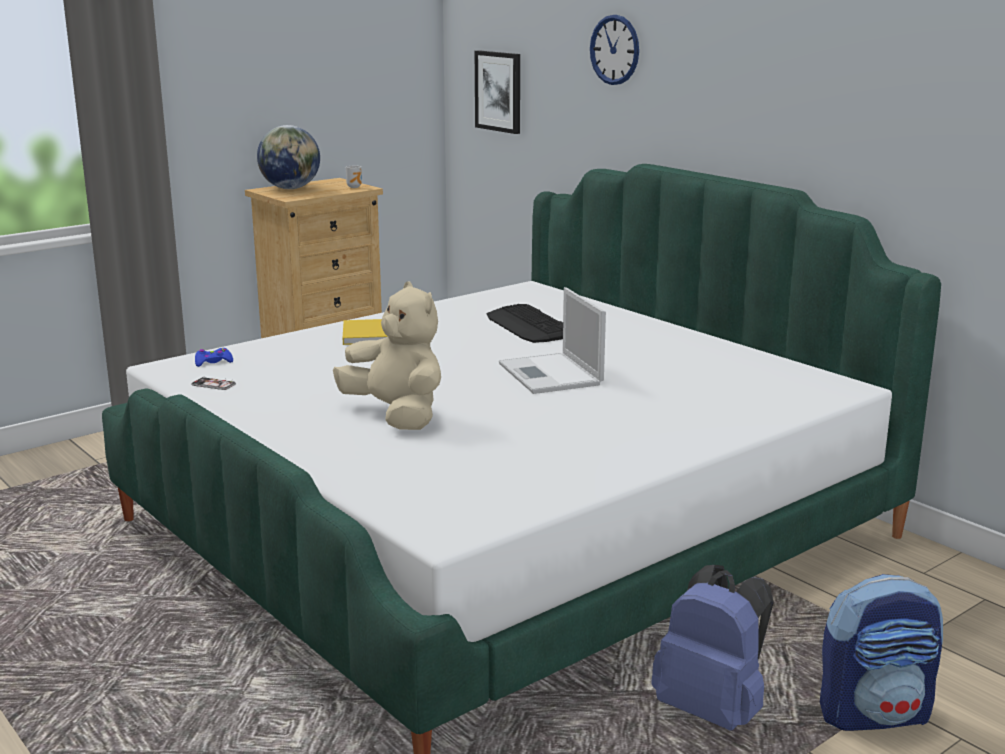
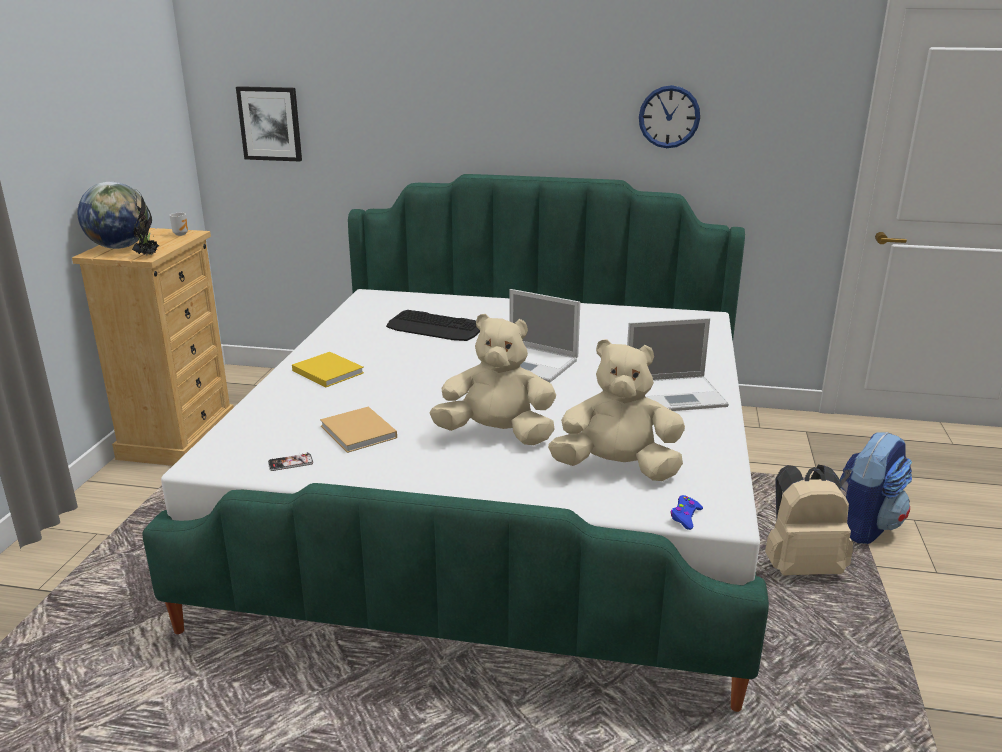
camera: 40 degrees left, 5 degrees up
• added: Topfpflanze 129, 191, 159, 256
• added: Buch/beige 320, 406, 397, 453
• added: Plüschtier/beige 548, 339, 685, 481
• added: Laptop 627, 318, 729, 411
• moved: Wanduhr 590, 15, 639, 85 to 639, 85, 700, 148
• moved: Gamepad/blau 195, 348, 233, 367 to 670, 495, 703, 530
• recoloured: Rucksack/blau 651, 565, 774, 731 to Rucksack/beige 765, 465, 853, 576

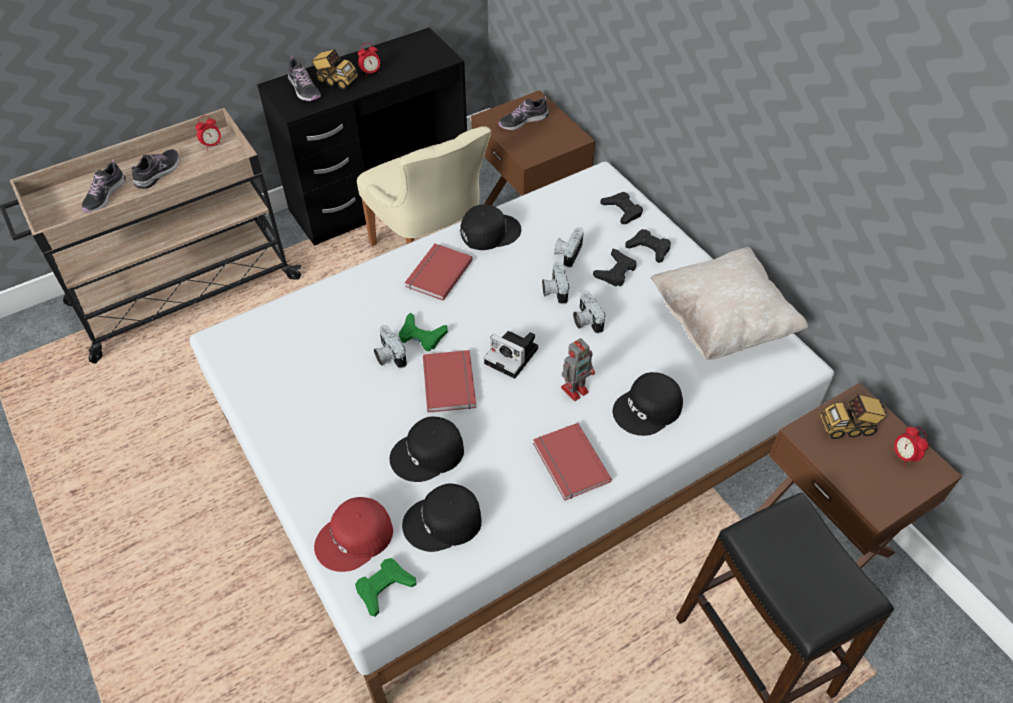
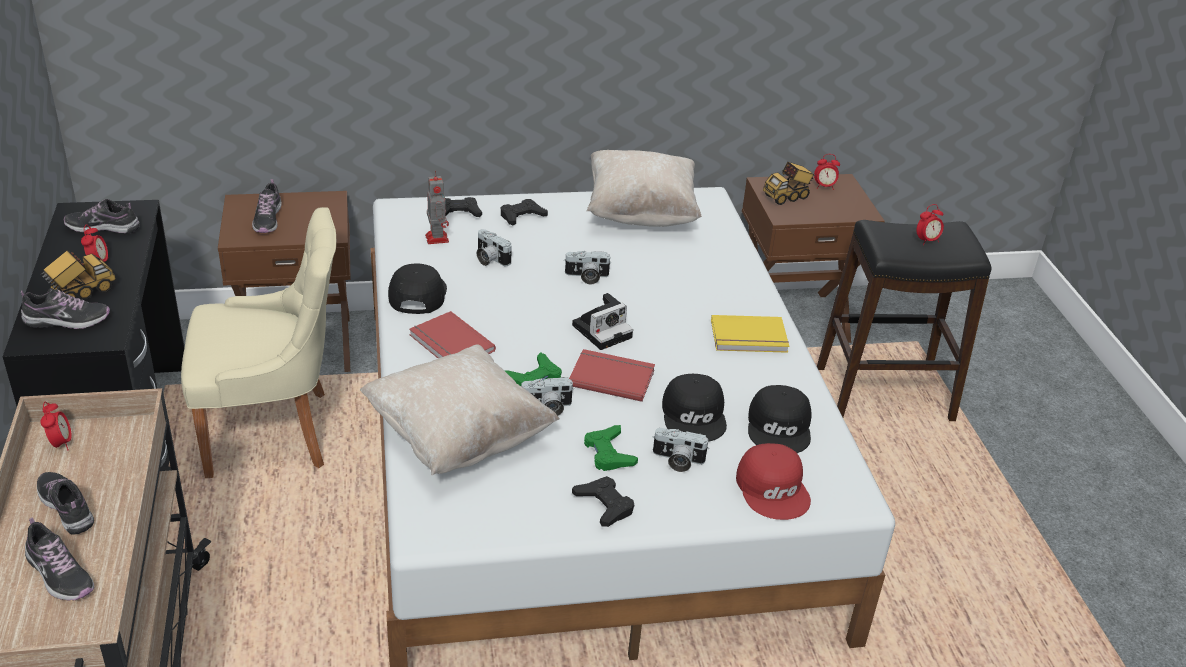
camera: 70 degrees left, 15 degrees down
• added: Schuh 64, 199, 140, 233
• added: Kissen/beige 360, 345, 559, 475
• moved: Spielzeugroboter 561, 338, 595, 401 to 425, 171, 449, 244
• moved: Gamepad/schwarz 593, 249, 637, 287 to 572, 476, 634, 527
• moved: Gamepad/grün 355, 558, 417, 617 to 584, 425, 638, 471
• moved: Kamera 542, 261, 569, 304 to 652, 428, 709, 472
• recoloured: Buch/rot 533, 423, 612, 501 to Buch/gelb 711, 315, 789, 353
• turned: Spielzeuglaster 820, 394, 889, 439 = 763, 162, 815, 205 45 degrees clockwise
• added: Wecker 916, 204, 944, 245
• removed: Kappe/schwarz 613, 372, 683, 436

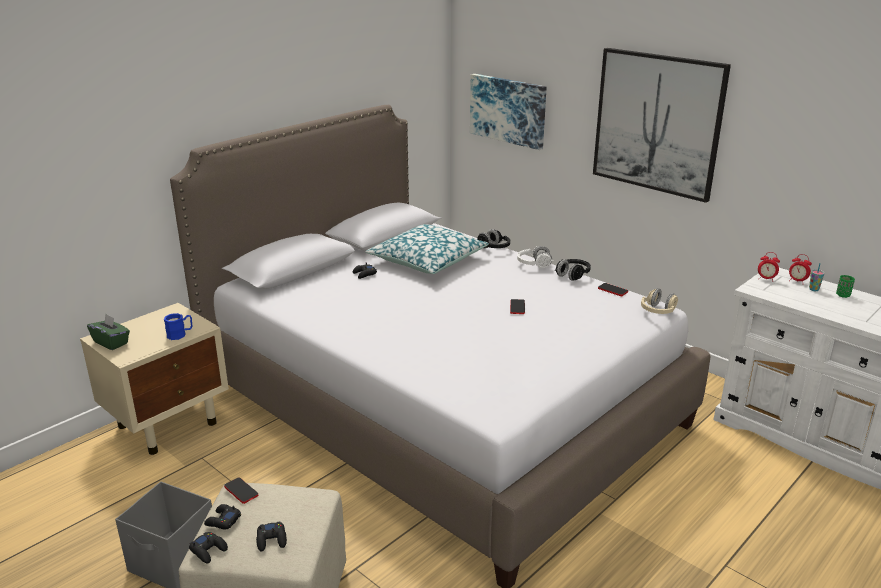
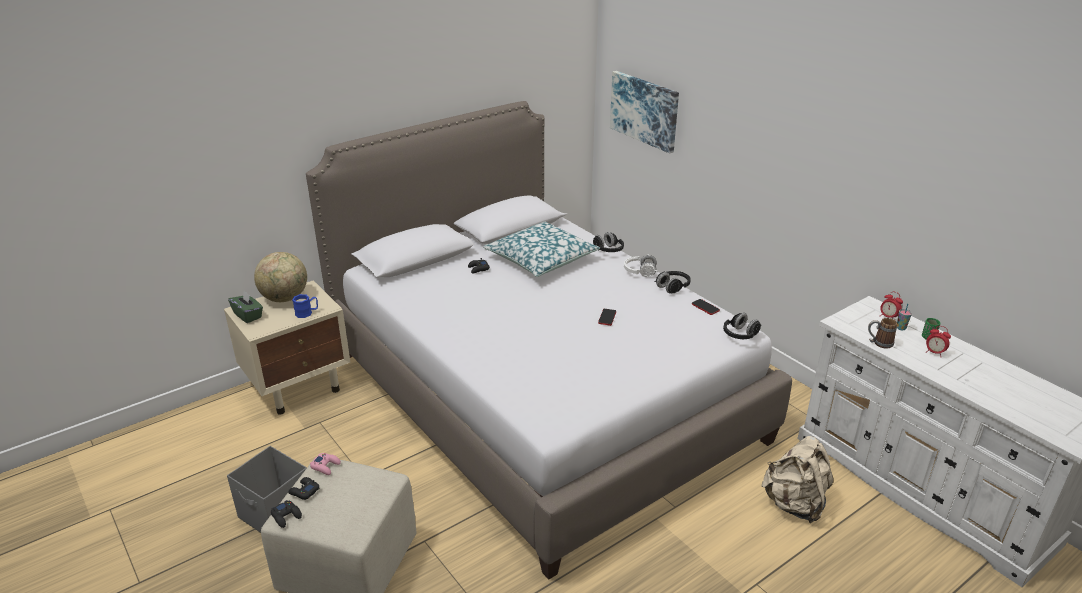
camera: 10 degrees right, 5 degrees up
• added: Globus 254, 252, 307, 302
• replaced: Handy 224, 477, 258, 504 to Gamepad/rosa 310, 453, 341, 475
• recoloured: Kopfhörer/beige 641, 289, 678, 314 to Kopfhörer/schwarz 723, 313, 762, 339
• added: Rucksack/beige 762, 436, 834, 523
• added: Henkelbecher 868, 318, 897, 349
• moved: Wecker 758, 252, 780, 281 to 926, 326, 951, 356
• removed: Gamepad/schwarz 256, 522, 287, 551
• removed: Bild 593, 48, 731, 203

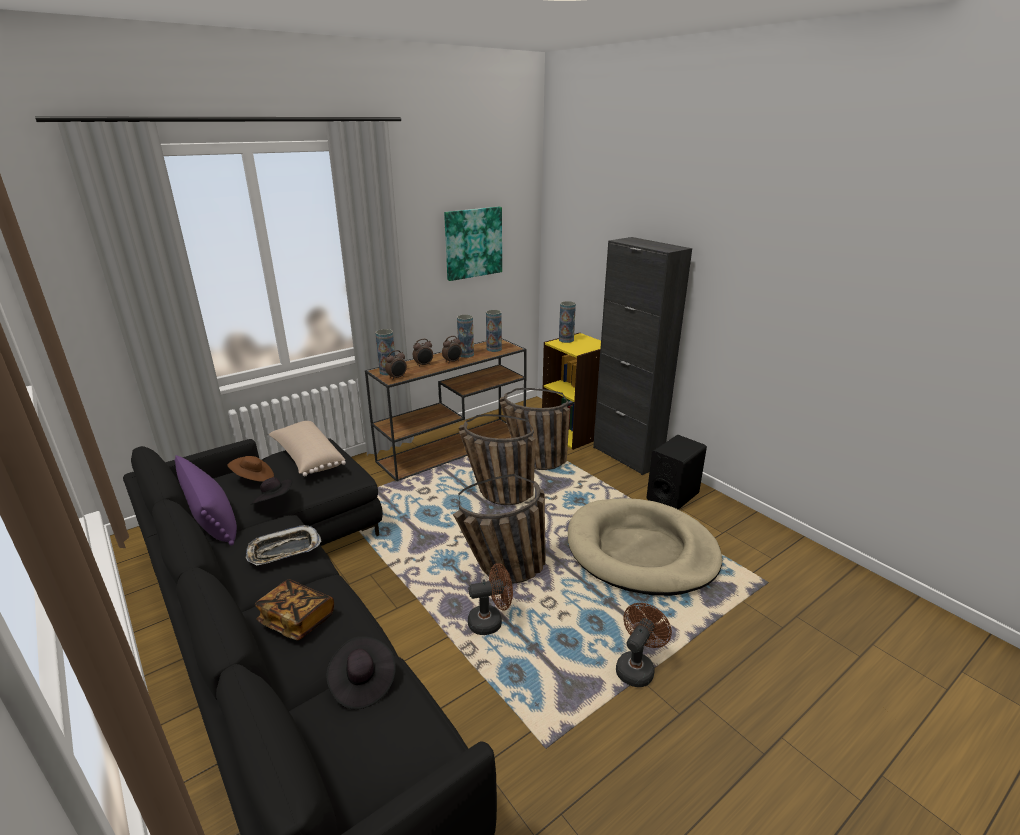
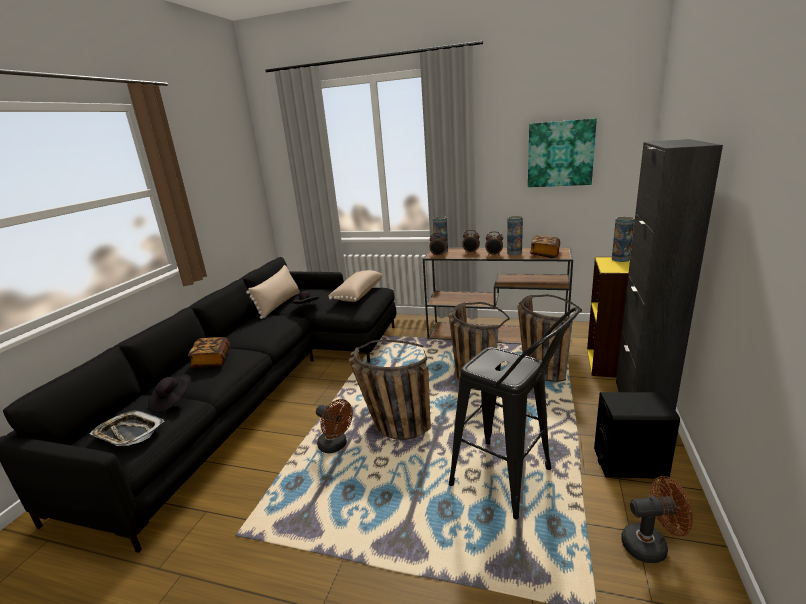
camera: 55 degrees right, 5 degrees down
• moved: Tablett 246, 525, 322, 565 to 90, 410, 165, 446
• recoloured: Kissen/lila 175, 455, 237, 546 to Kissen/beige 246, 265, 299, 319
• replaced: Hundebett/beige 568, 498, 722, 596 to Hocker/schwarz 449, 307, 579, 519
• replaced: Vase 486, 310, 502, 352 to Buch 530, 235, 560, 258
• moved: Ventilator/braun 616, 603, 672, 687 to 621, 476, 693, 563
• removed: Hut/braun 228, 456, 274, 482

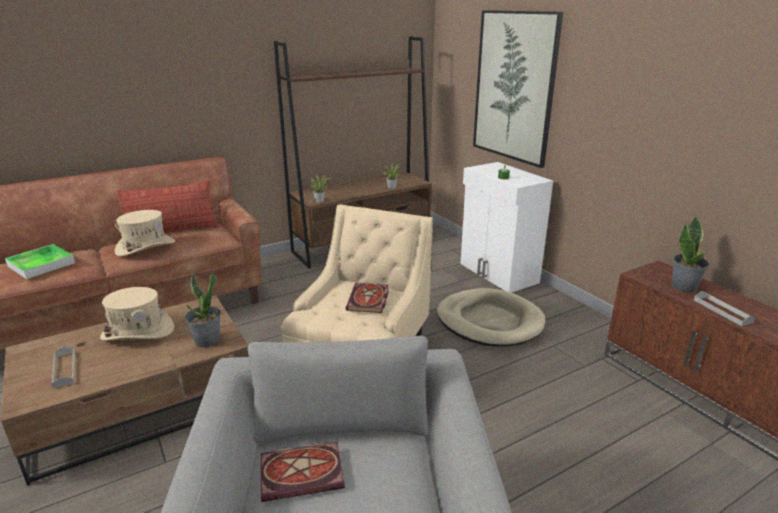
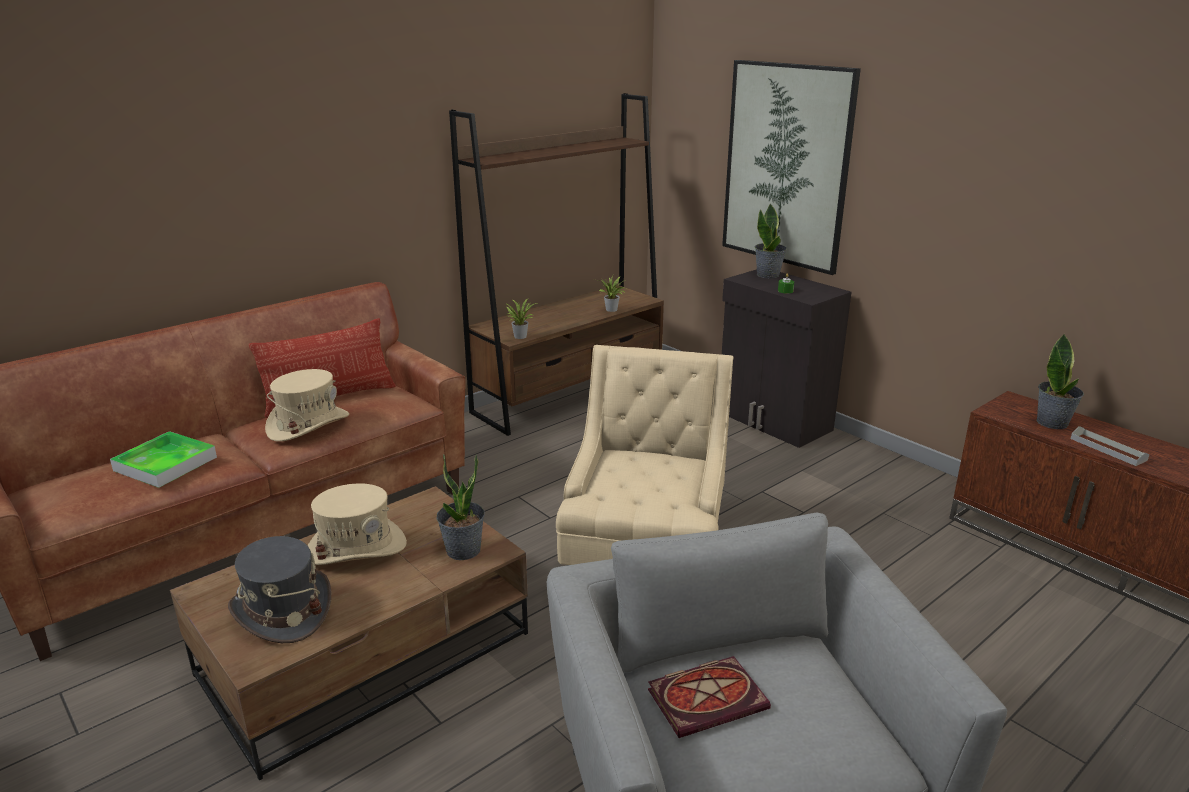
camera: 10 degrees left, 0 degrees up
• replaced: Tablett/grau 51, 347, 75, 388 to Hut/grau 228, 536, 331, 643
• recoloured: Schrank/weiß 460, 162, 553, 293 to Schrank/schwarz 722, 269, 852, 448
• added: Topfpflanze 755, 203, 787, 278
• removed: Buch 346, 283, 388, 313
• removed: Hundebett/beige 437, 288, 545, 347

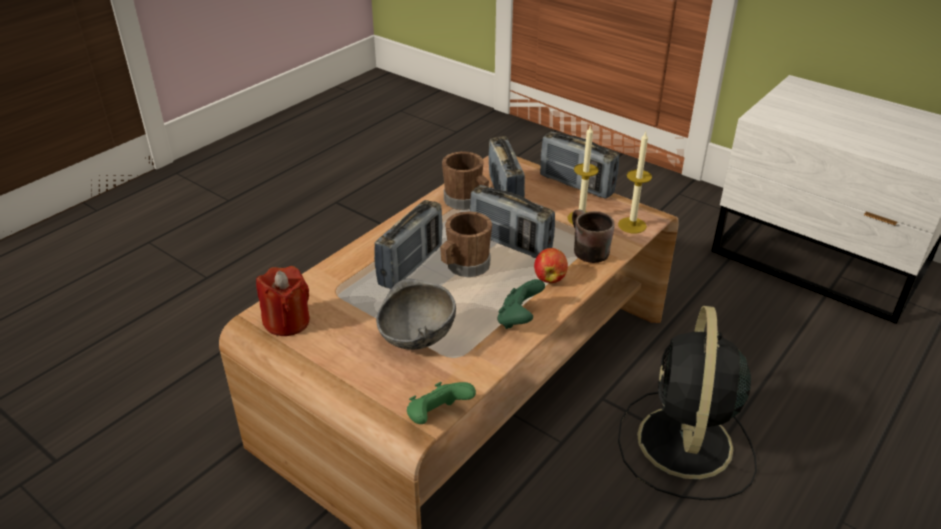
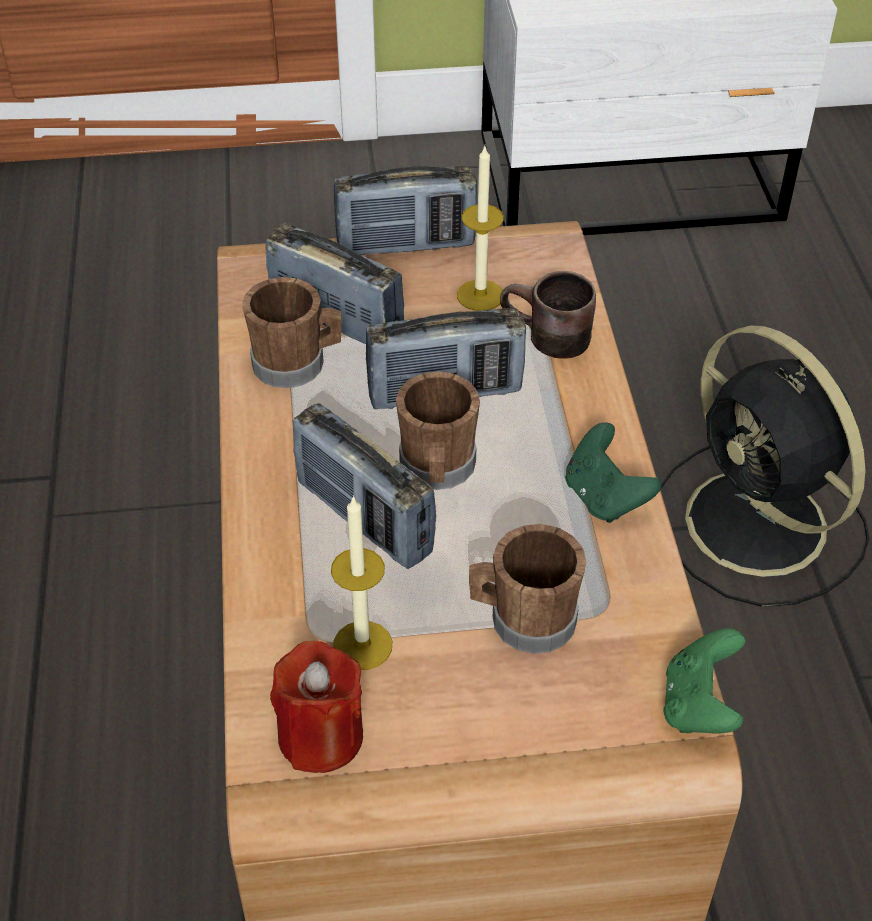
camera: 45 degrees left, 10 degrees up
• turned: Radio 374, 200, 443, 289 = 293, 403, 436, 569 150 degrees clockwise
• moved: Kerze 618, 132, 652, 233 to 331, 495, 392, 670
• replaced: Schüssel/grau 376, 279, 456, 350 to Henkelbecher/braun 469, 524, 587, 654
• removed: Apfel 534, 248, 568, 283

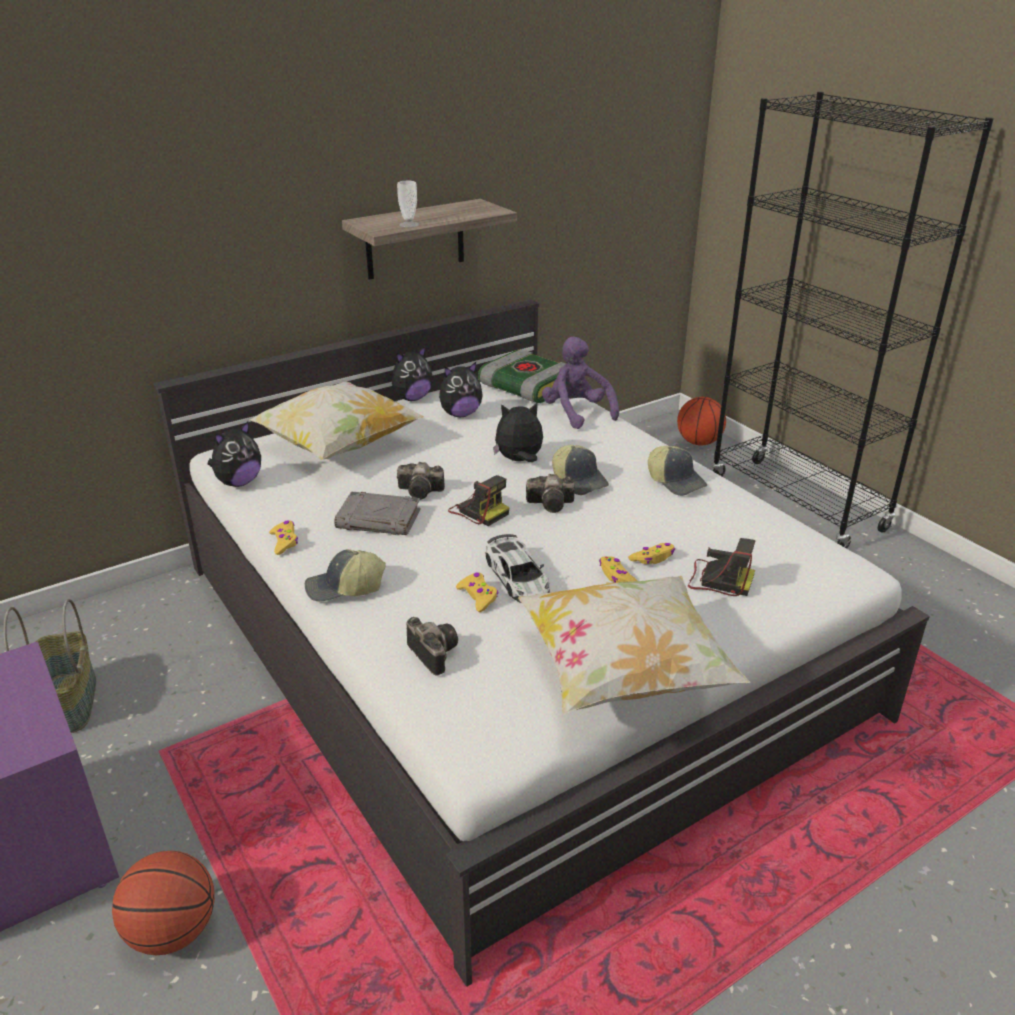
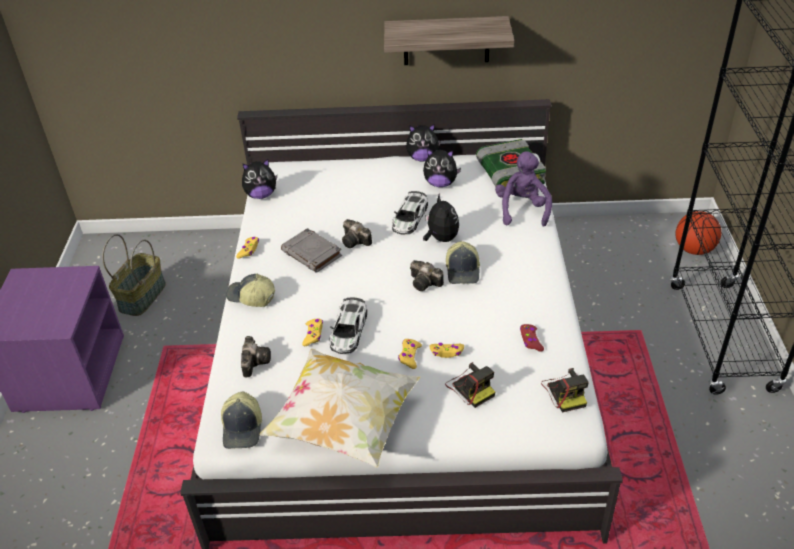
camera: 35 degrees right, 10 degrees up
• moved: Kappe 648, 446, 707, 496 to 221, 391, 262, 449
• added: Spielzeugauto 392, 191, 428, 234
• turned: Plüschtier 493, 403, 543, 462 = 423, 193, 459, 242 45 degrees clockwise
• added: Gamepad/rot 520, 324, 544, 351
• moved: Kamera 448, 475, 510, 526 to 541, 368, 589, 412
• removed: Basketball 112, 851, 215, 955
• removed: Kissen 249, 382, 424, 460
• removed: Tasse 397, 181, 419, 228

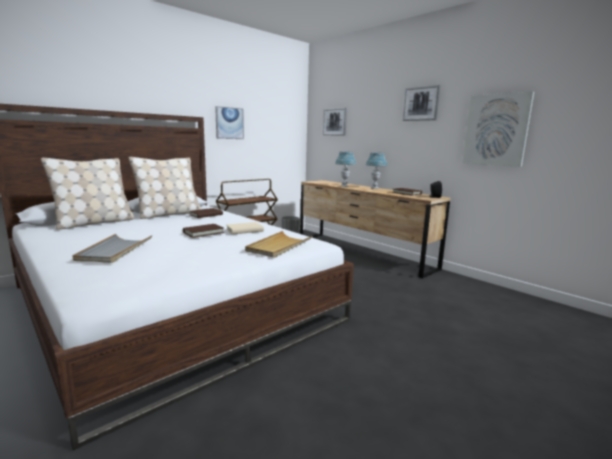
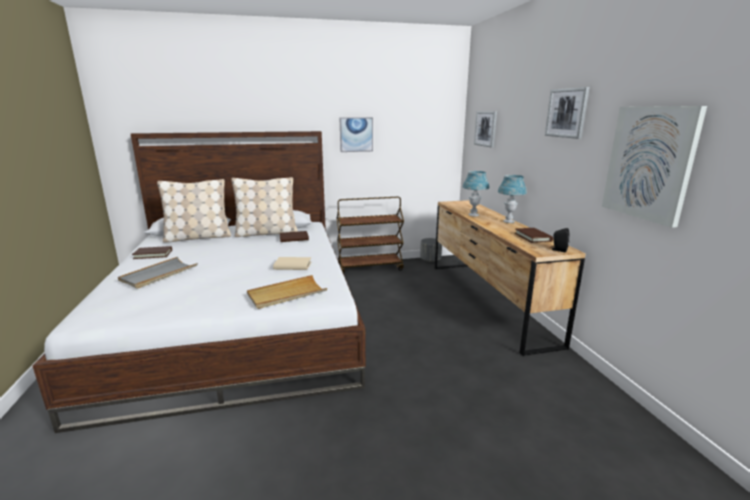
camera: 30 degrees right, 5 degrees up
• moved: Buch/braun 183, 224, 224, 238 to 132, 246, 172, 259

